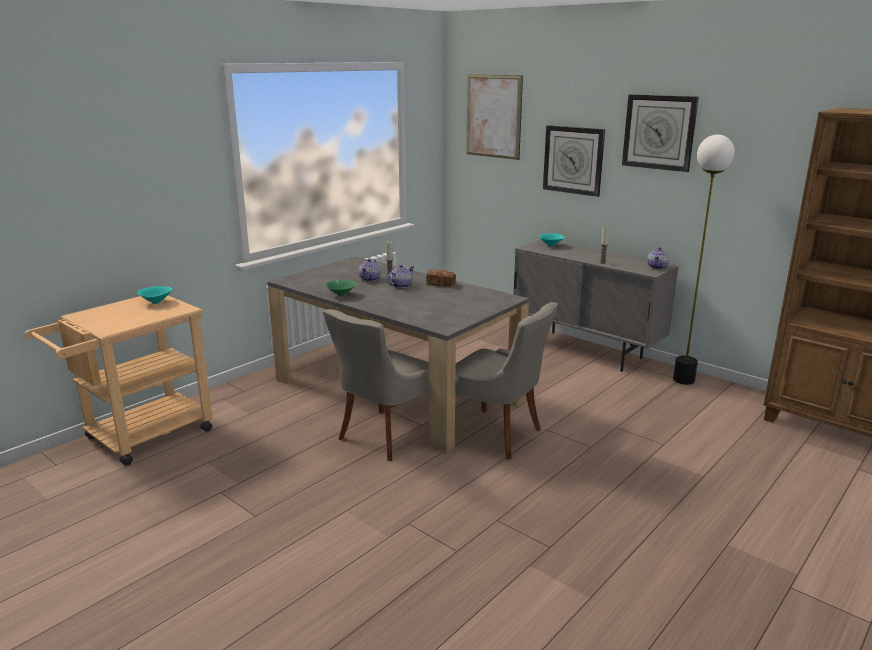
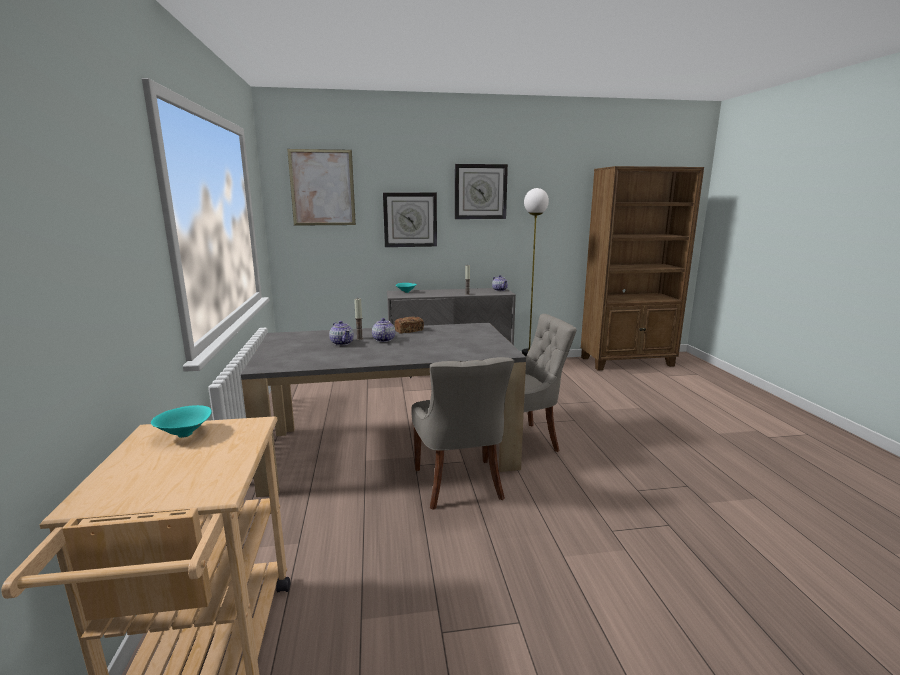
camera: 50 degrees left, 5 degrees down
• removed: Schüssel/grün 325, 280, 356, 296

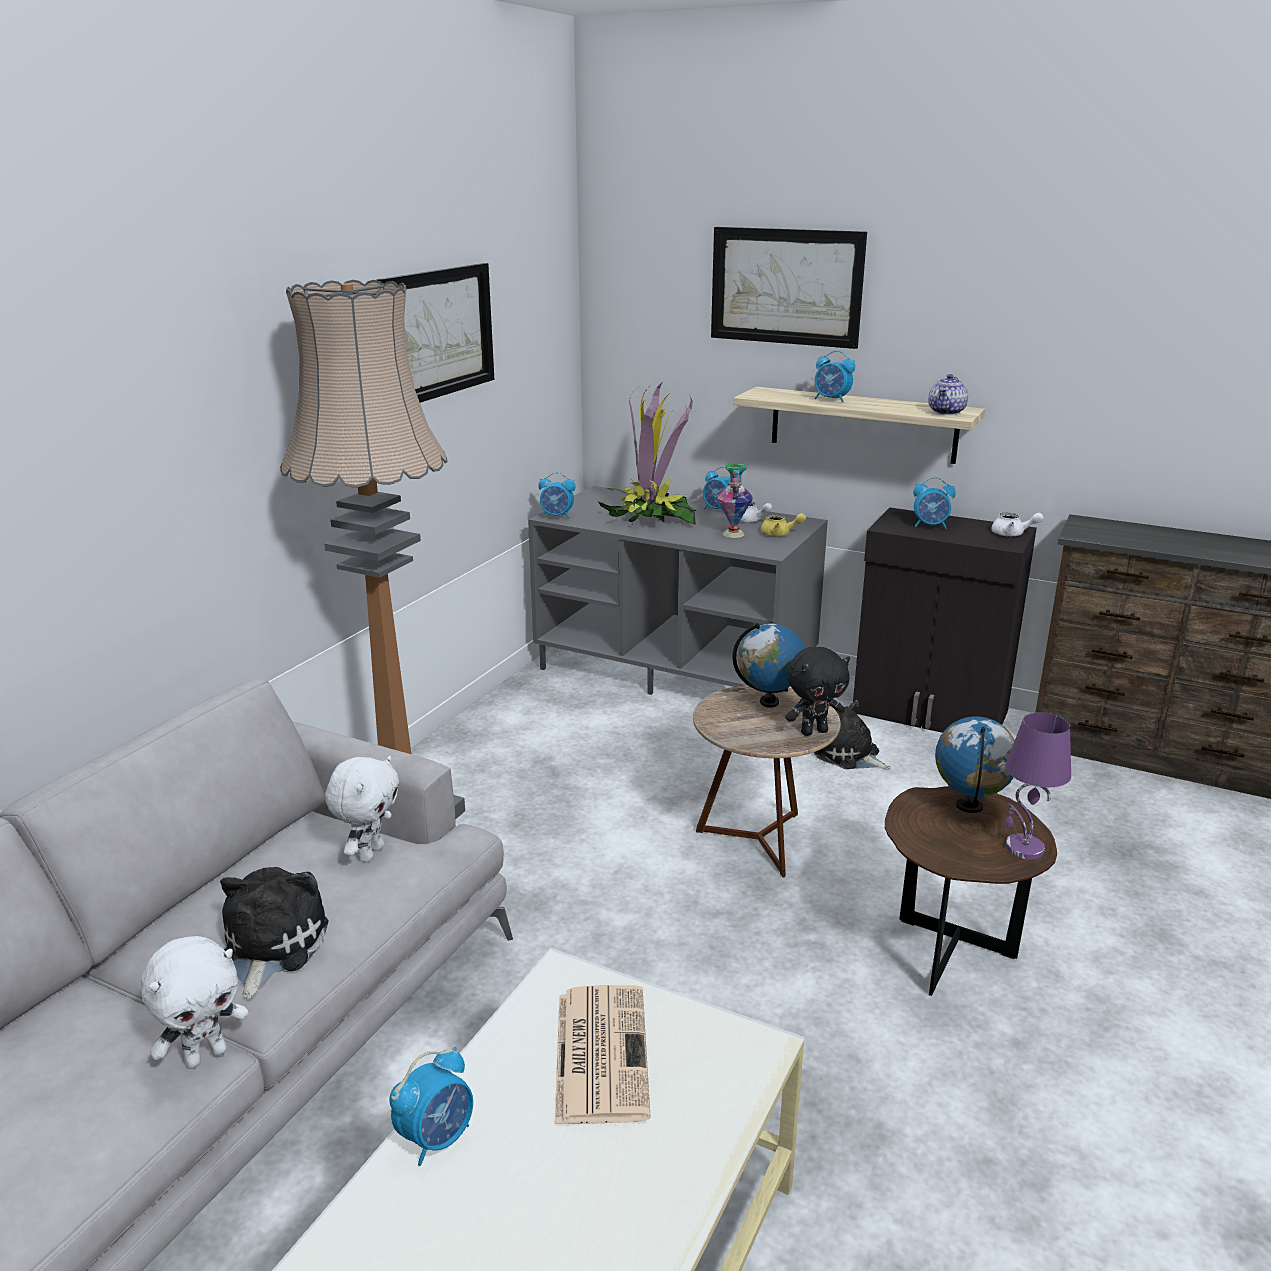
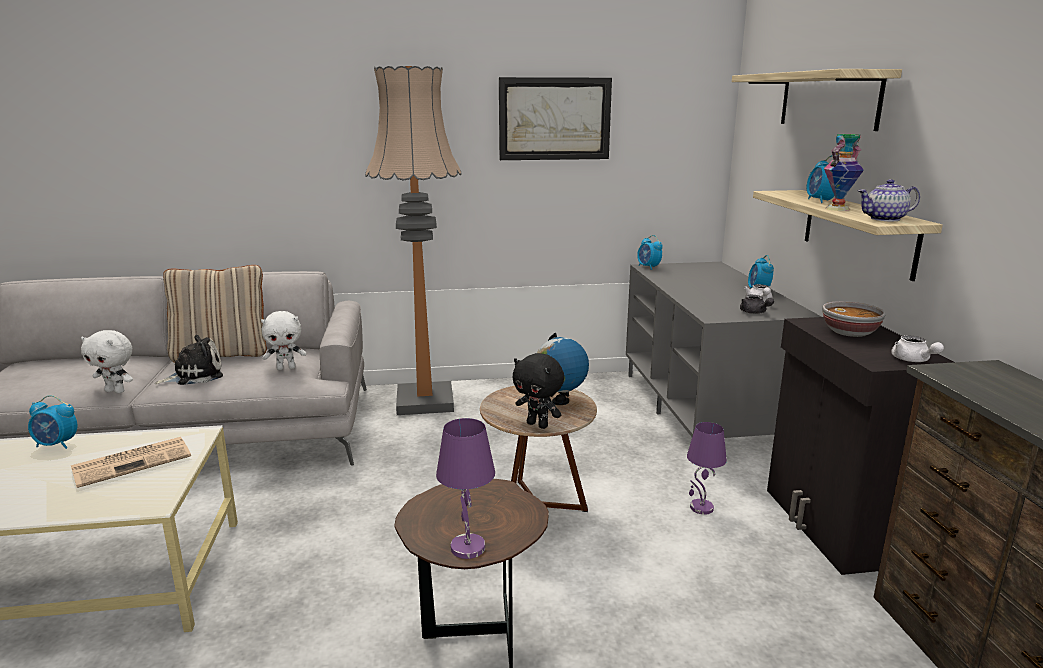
camera: 55 degrees right, 5 degrees down
• added: Kissen/beige 163, 265, 267, 363
• replaced: Plüschtier 814, 700, 891, 769 to Tischlampe/lila 687, 422, 727, 515
• replaced: Bild 711, 227, 867, 349 to Wandregal 732, 69, 902, 131
• recoloured: Teekanne/gelb 761, 513, 806, 537 to Teekanne/grau 740, 295, 774, 314
• replaced: Wecker 913, 477, 956, 529 to Schüssel 822, 301, 885, 337
• moved: Vase 717, 463, 753, 538 to 824, 134, 864, 211
• removed: Topfpflanze 598, 383, 696, 525
• removed: Globus 935, 716, 1015, 813

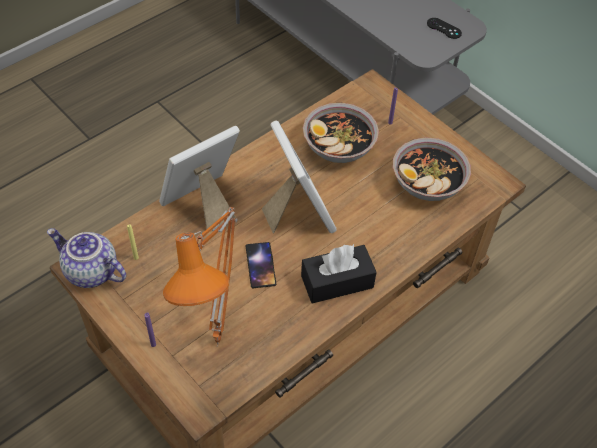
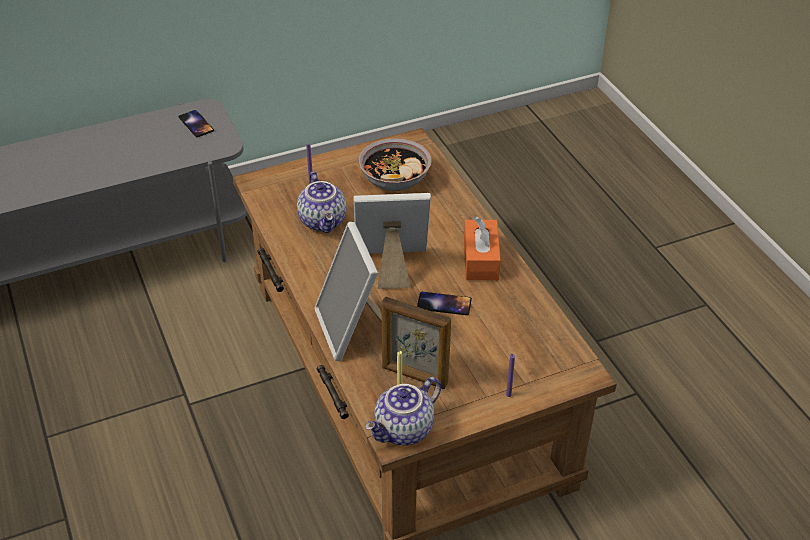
camera: 70 degrees left, 10 degrees down
• replaced: Gamepad/schwarz 427, 18, 462, 39 to Handy 178, 110, 214, 137
• replaced: Schüssel 303, 103, 379, 163 to Teekanne 297, 171, 347, 233
• added: Bilderrahmen 382, 296, 451, 389
• recoloured: Taschentuchbox/schwarz 301, 244, 377, 304 to Taschentuchbox/orange 464, 217, 501, 280
• removed: Tischlampe/orange 163, 206, 237, 346

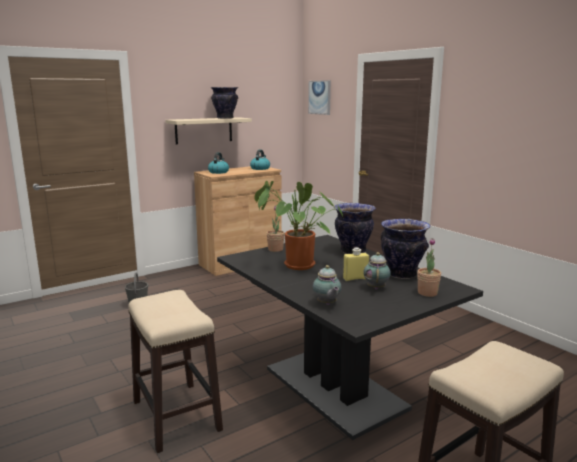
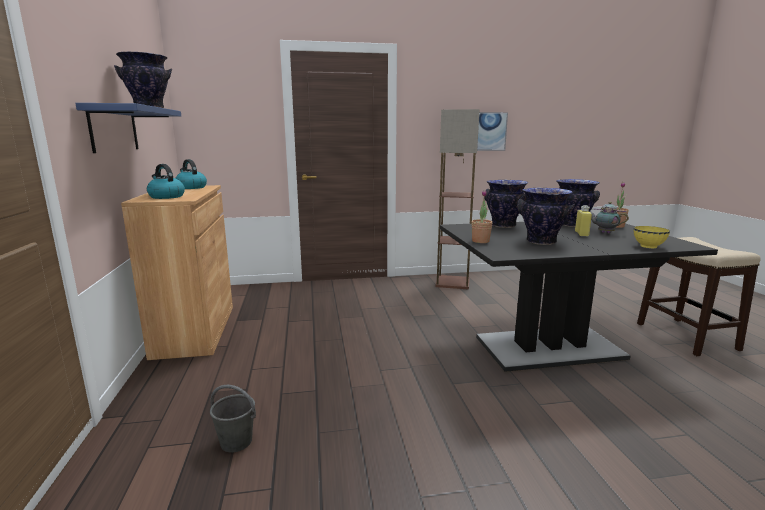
camera: 65 degrees left, 0 degrees up
• recoloured: Wandregal/beige 166, 117, 252, 144 to Wandregal/blau 75, 103, 181, 153
• added: Stehlampe 435, 109, 479, 289
• moved: Bild 308, 80, 331, 115 to 477, 112, 508, 151
• replaced: Topfpflanze 254, 181, 344, 270 to Vase 517, 187, 575, 245
• replaced: Teekanne 313, 265, 342, 305 to Schüssel/gelb 634, 226, 670, 248
• removed: Hocker 128, 290, 223, 453

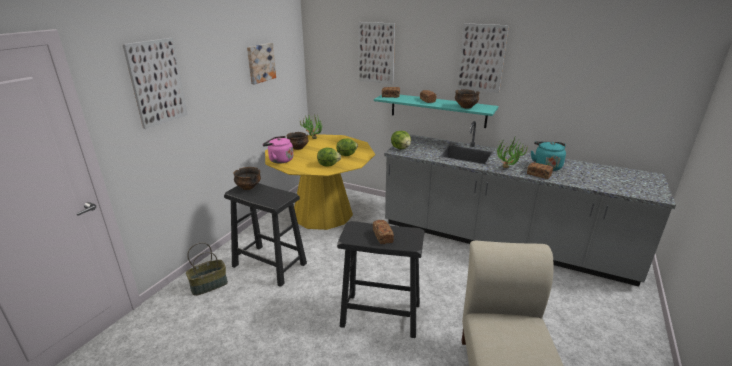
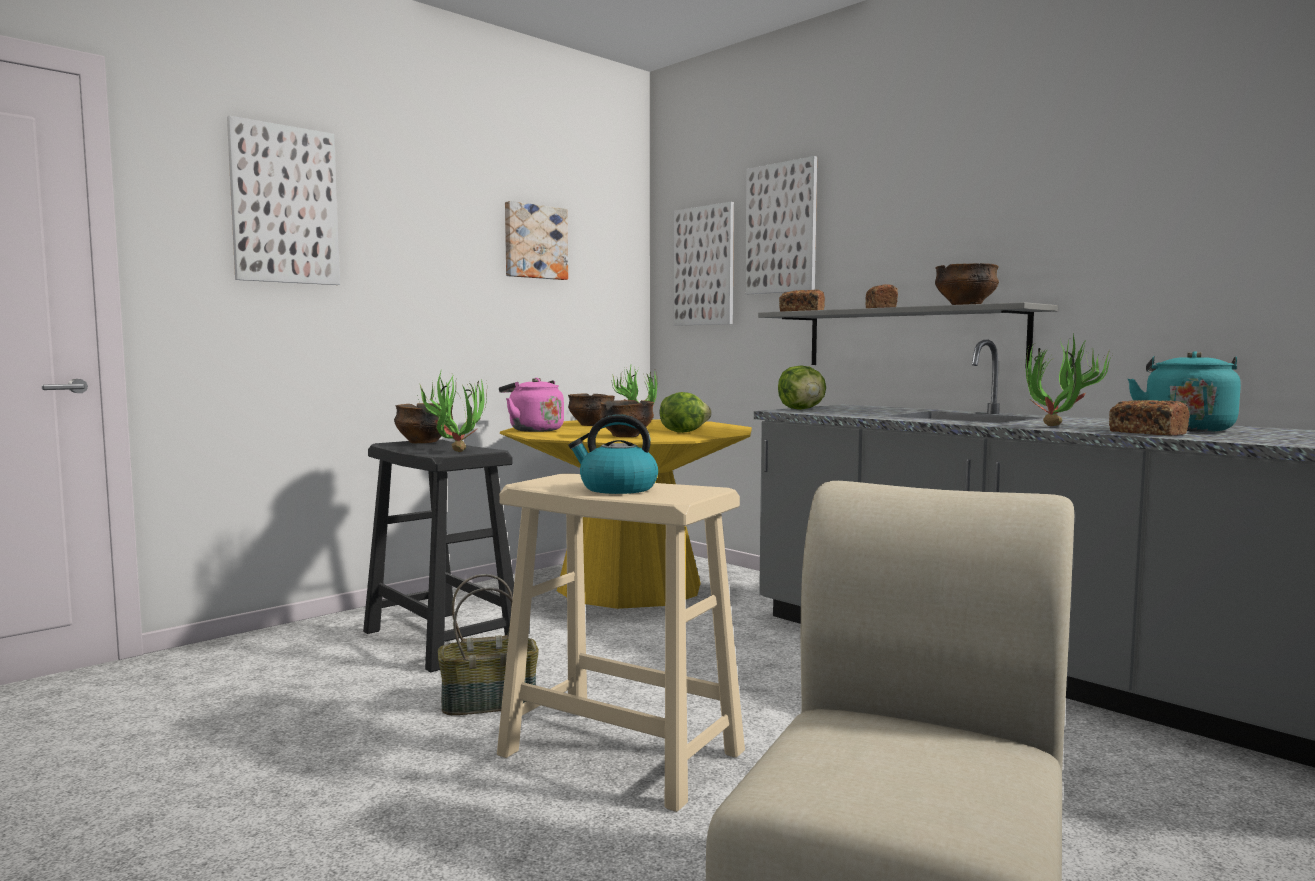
camera: 20 degrees right, 20 degrees down
• added: Topfpflanze 417, 372, 487, 452
• moved: Korb 186, 243, 228, 296 to 438, 574, 539, 715
• recoloured: Hocker/schwarz 337, 221, 424, 338 to Hocker/beige 497, 474, 745, 812
• replaced: Brot 373, 220, 394, 244 to Wasserkessel 569, 414, 658, 494
• replaced: Salatkopf 317, 147, 341, 166 to Schüssel 599, 400, 654, 437
• moved: Bild 457, 23, 509, 93 to 673, 202, 734, 326
• recoloured: Wandregal/türkis 374, 95, 498, 128 to Wandregal/grau 758, 302, 1058, 369

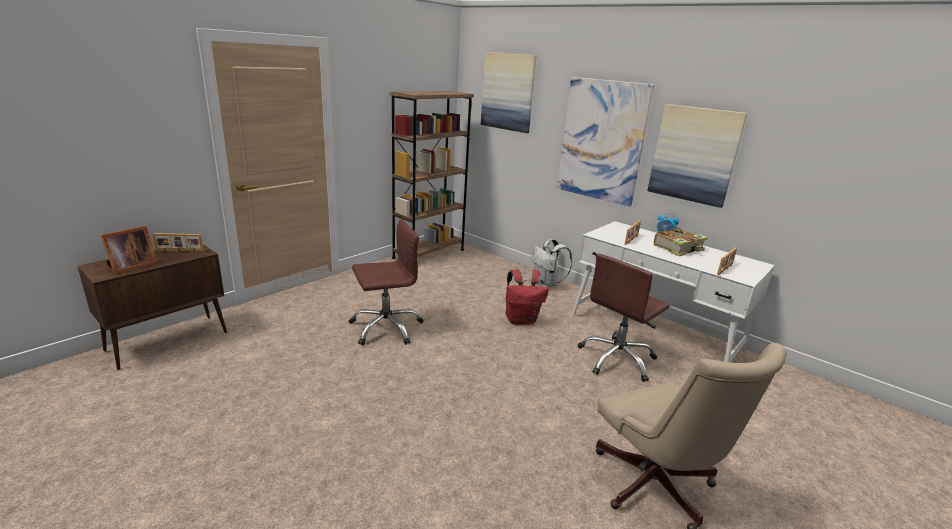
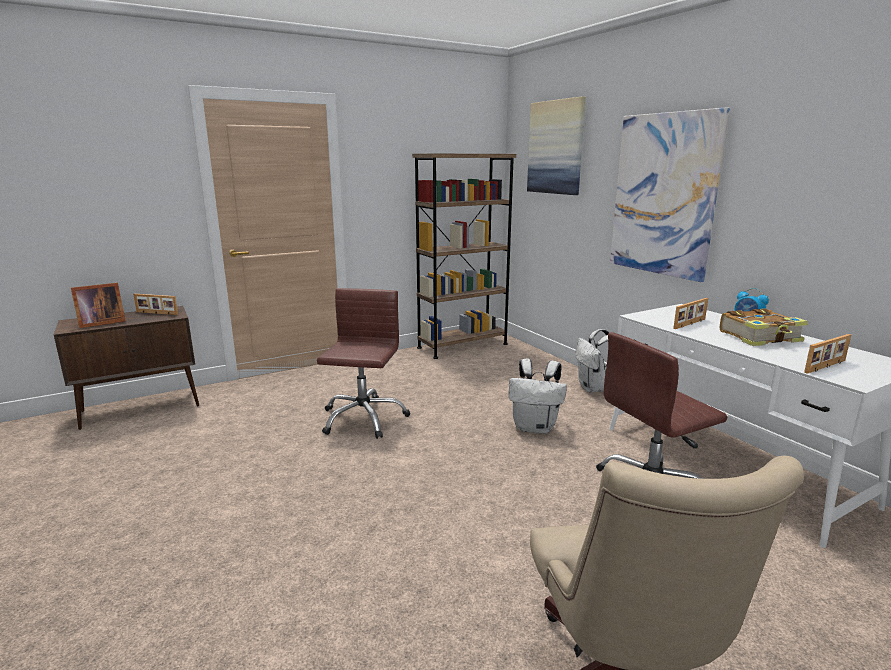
camera: 20 degrees right, 5 degrees down
• turned: Bürostuhl/braun 349, 219, 424, 345 = 317, 288, 410, 439 75 degrees counterclockwise
• recoloured: Rucksack/rot 505, 269, 549, 325 to Rucksack/weiß 508, 359, 567, 434
• removed: Bild 648, 104, 747, 208

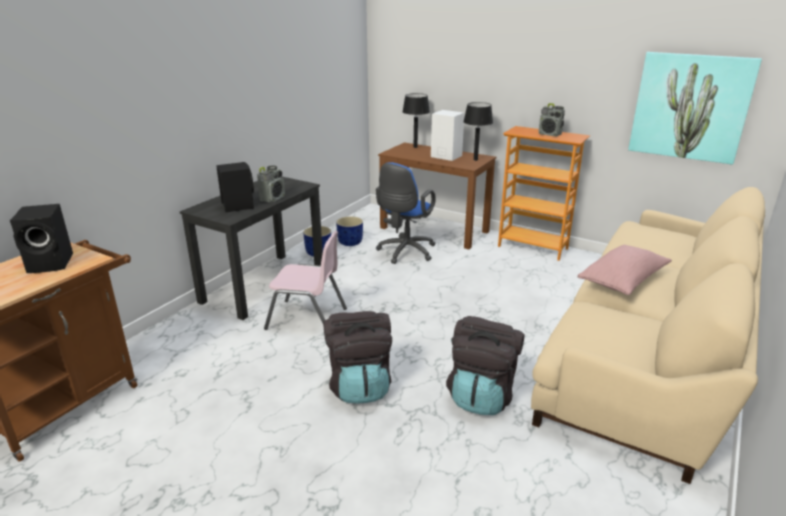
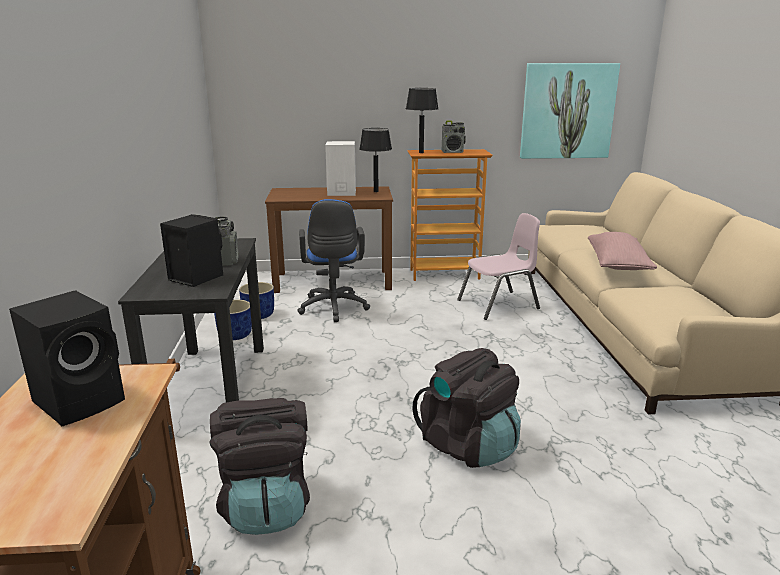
camera: 35 degrees left, 5 degrees down
• moved: Rucksack/schwarz 446, 316, 524, 416 to 209, 398, 310, 535
• moved: Tischlampe/schwarz 402, 93, 430, 148 to 406, 88, 438, 153
• moved: Stuhl/rosa 264, 231, 347, 330 to 457, 213, 540, 320

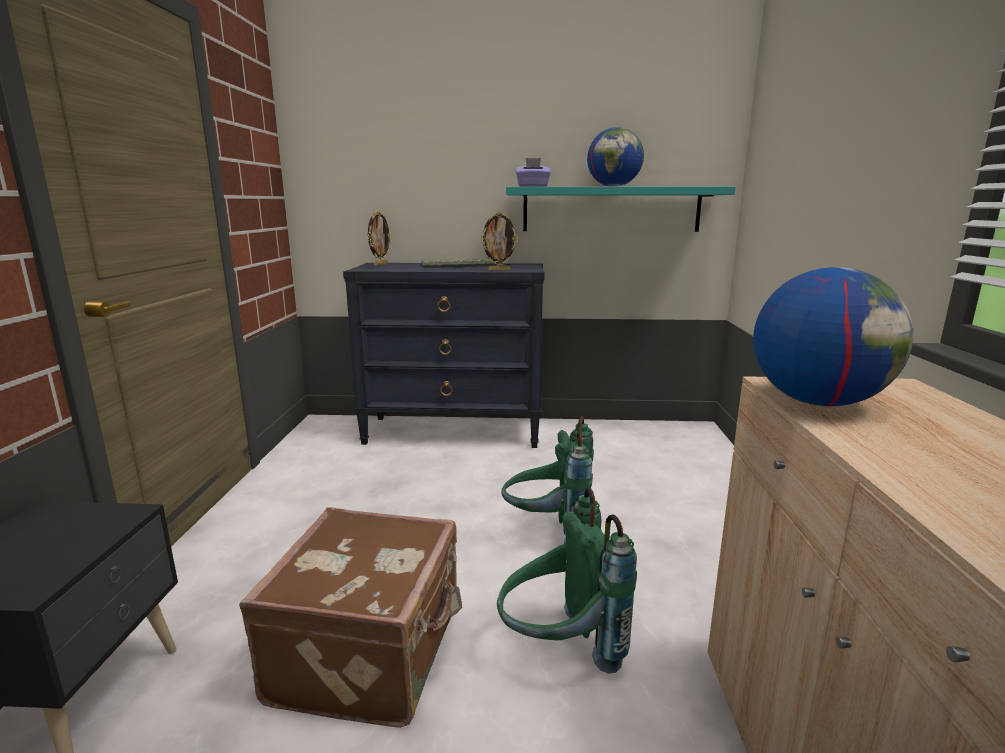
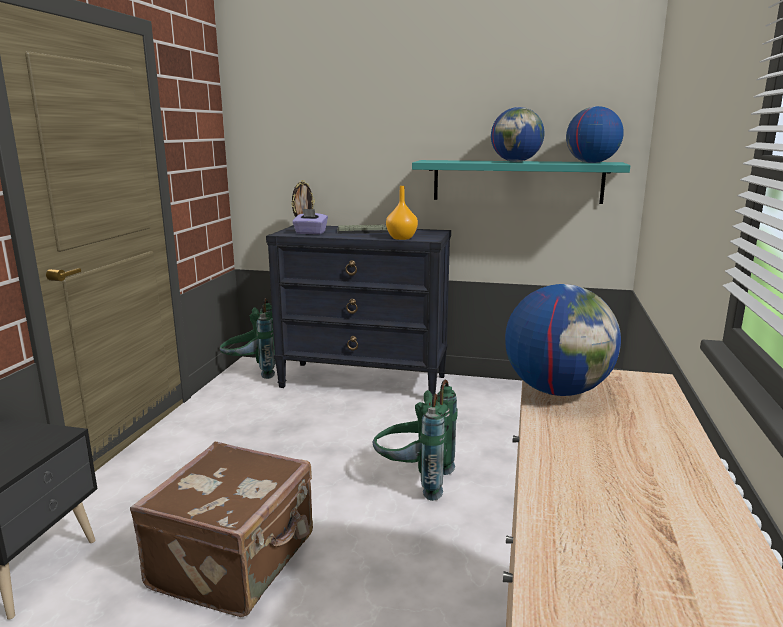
camera: 10 degrees right, 0 degrees up
• moved: Rucksack/grün 497, 488, 637, 674 to 219, 298, 276, 379
• moved: Taschentuchbox/lila 516, 158, 551, 187 to 292, 209, 328, 235
• replaced: Bilderrahmen 481, 211, 518, 270 to Vase/orange 386, 186, 418, 240
• added: Globus 566, 106, 624, 163

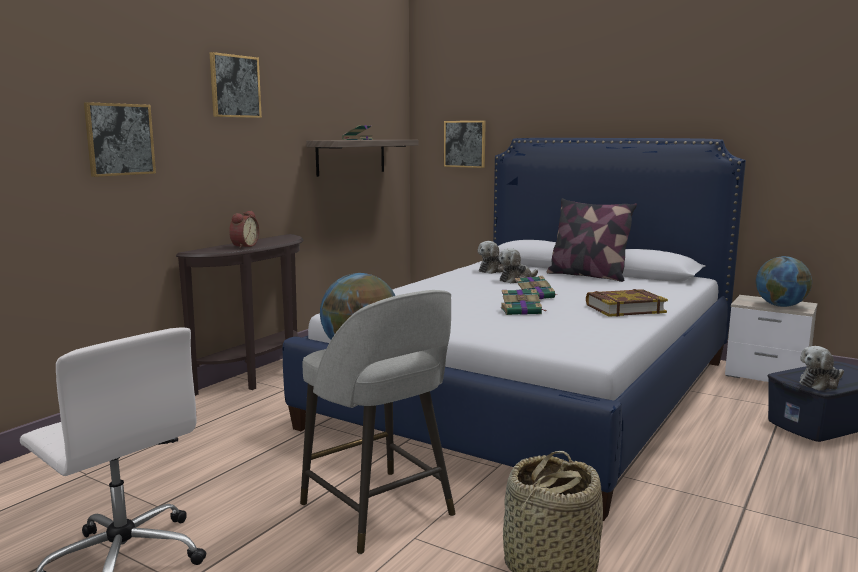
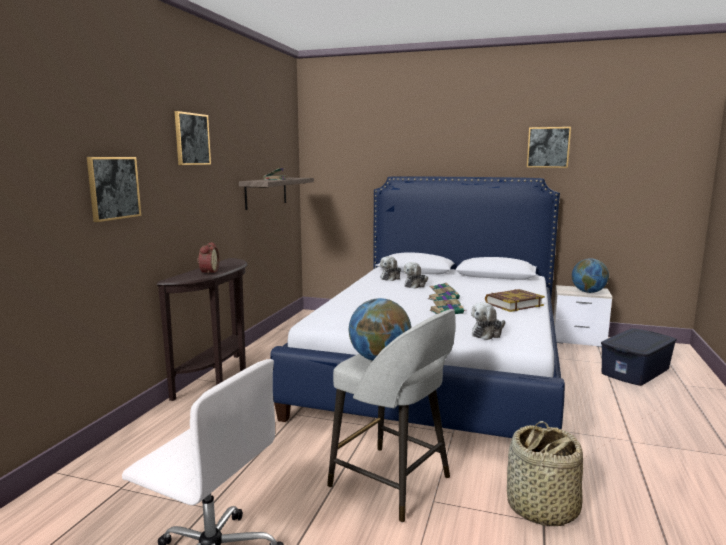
camera: 15 degrees left, 0 degrees up
• moved: Plüschtier 799, 346, 844, 391 to 471, 302, 505, 340
• moved: Bild 444, 121, 486, 168 to 527, 127, 571, 168
• removed: Kissen 547, 198, 637, 282

